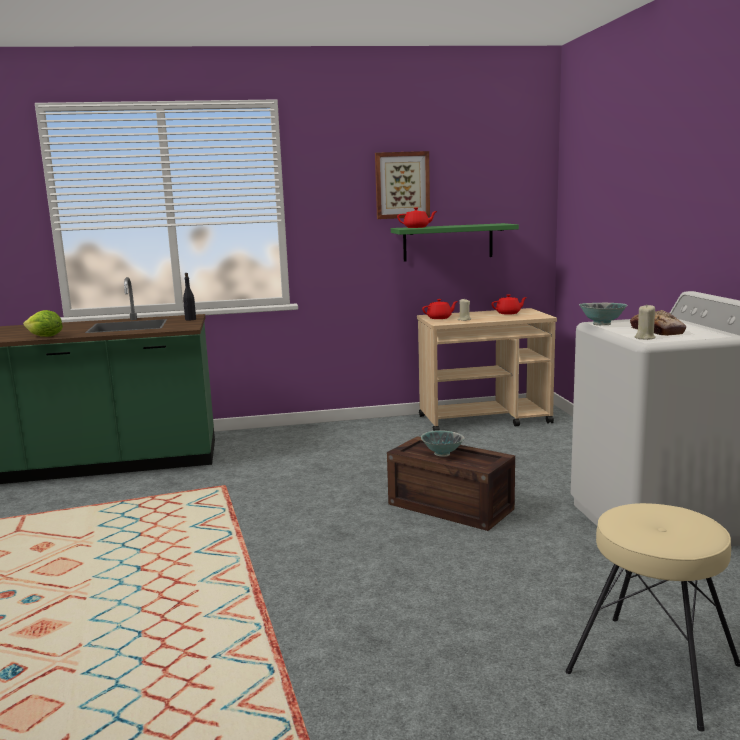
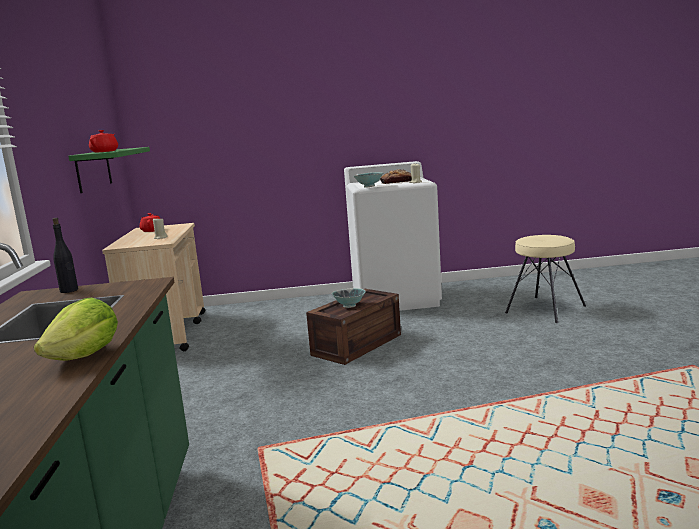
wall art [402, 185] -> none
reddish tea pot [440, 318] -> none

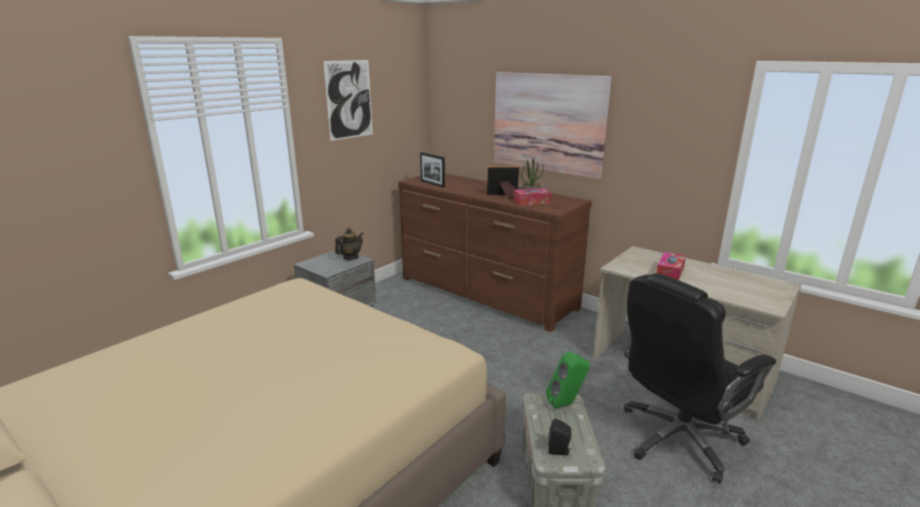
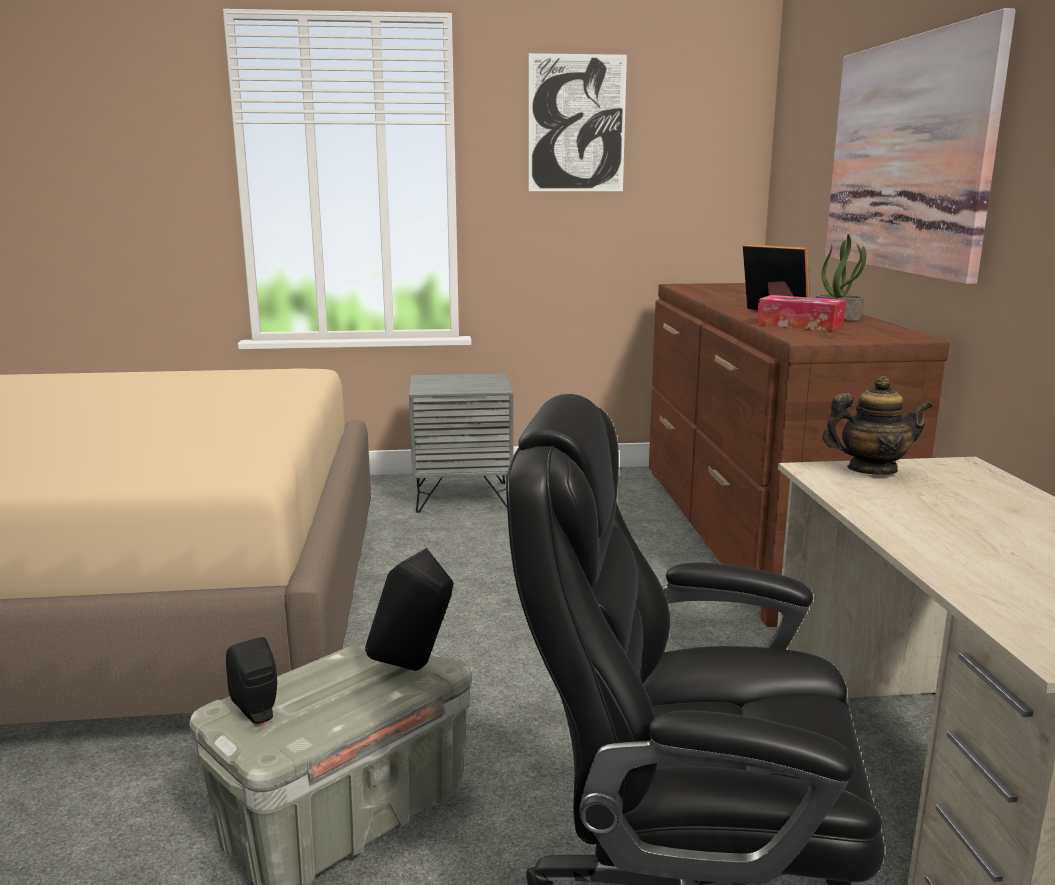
picture frame [432, 184] -> none
tissue holder [670, 272] -> none
tea pot [350, 257] -> tea pot [871, 470], shifted
greenish audio speaker [566, 404] -> black audio speaker [415, 669]

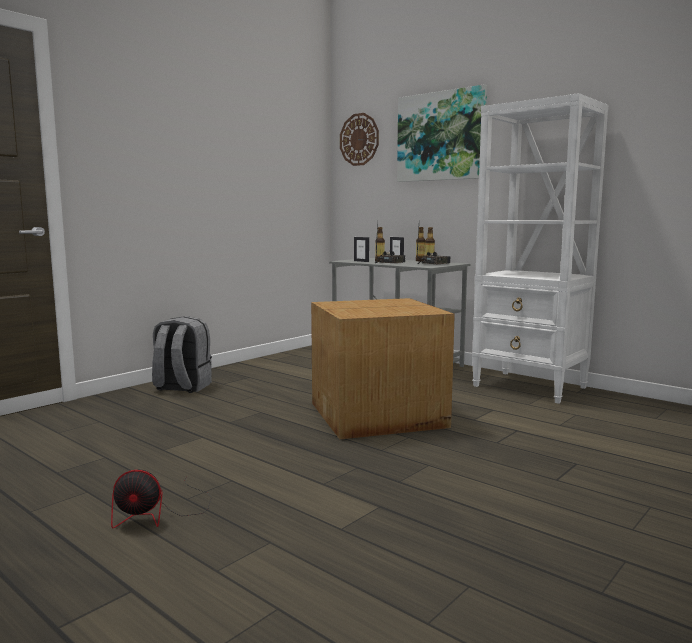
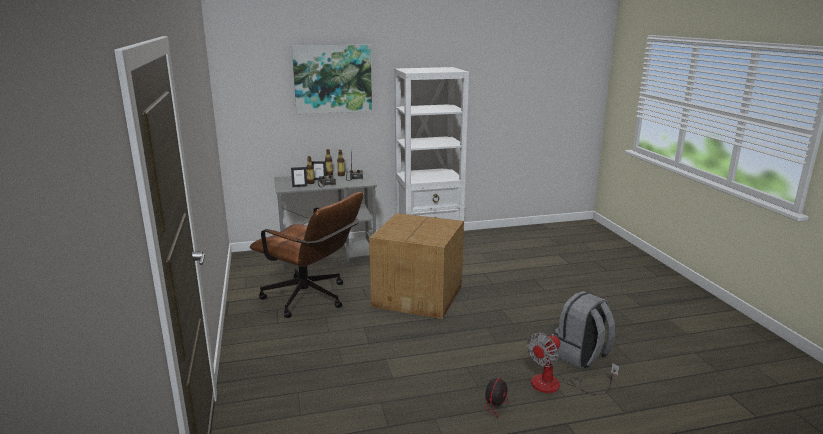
wall clock [359, 139] -> none
none -> brown-coloured desk chair [311, 299]
none -> electric fan [556, 385]
gray rucksack [182, 387] -> gray rucksack [581, 356], shifted

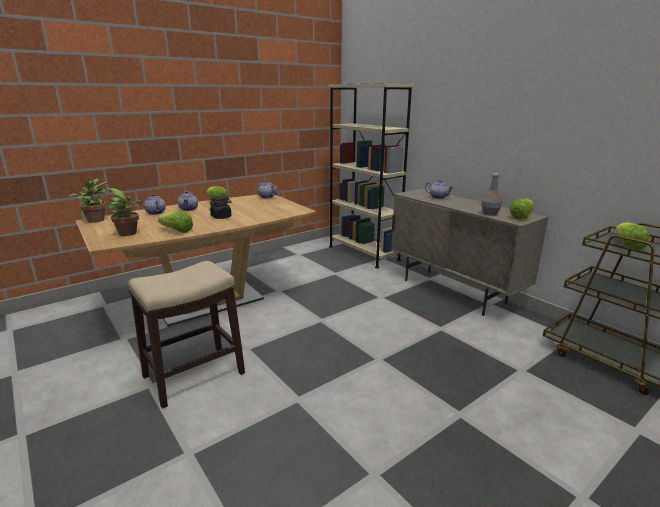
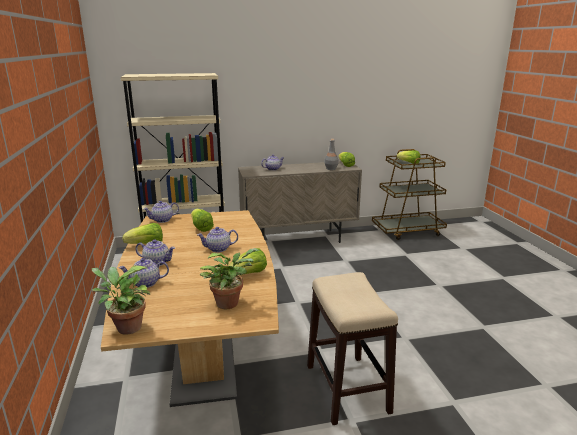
none -> head of lettuce [201, 228]
black storage jar [221, 217] -> tea pot [218, 249]

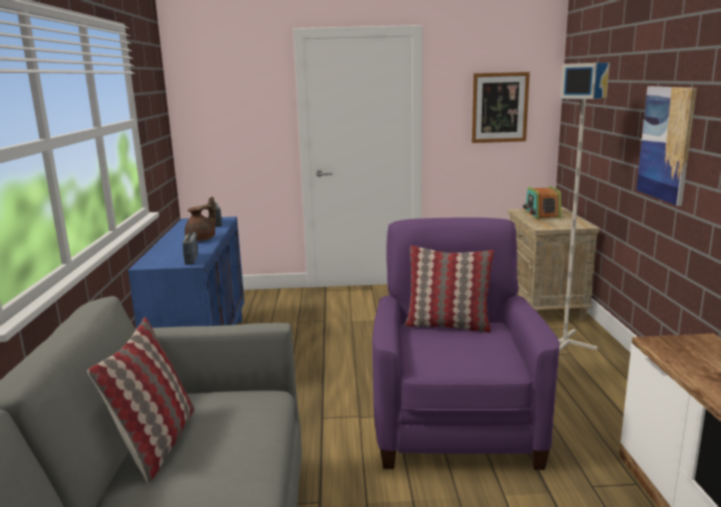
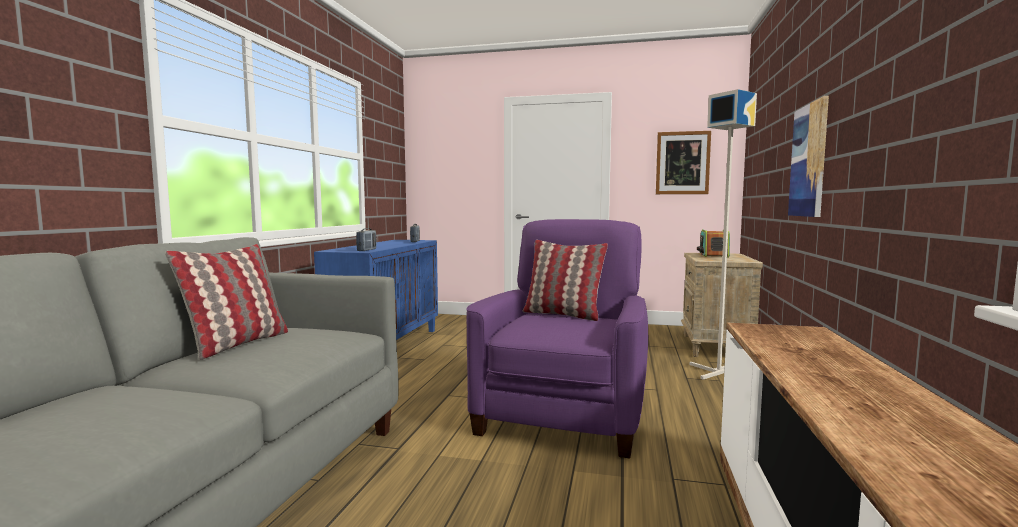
brown-coloured tea pot [202, 239] -> none

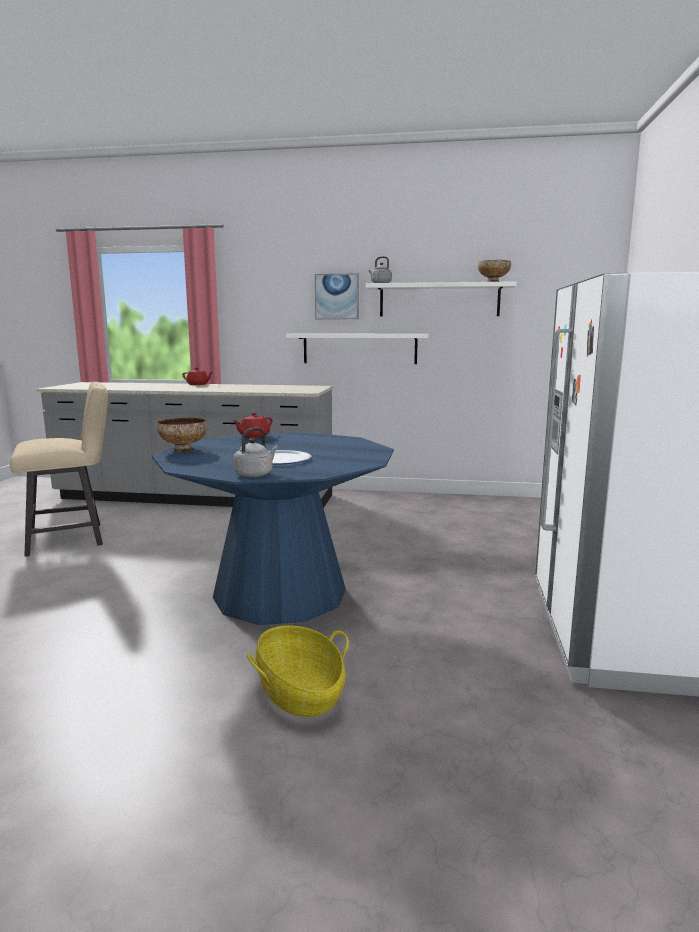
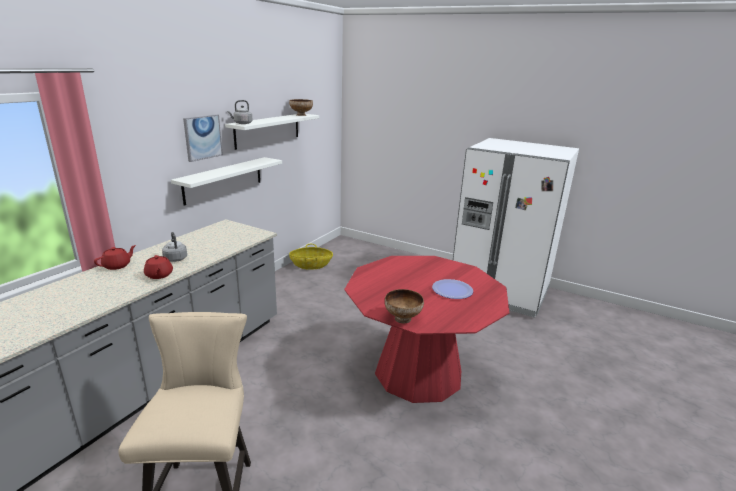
reddish tea pot [253, 436] -> reddish tea pot [159, 275], shifted
gray water kettle [255, 474] -> gray water kettle [175, 258], shifted
basket [300, 693] -> basket [311, 265], shifted
blue kitchen table [280, 593] -> reddish kitchen table [418, 372]

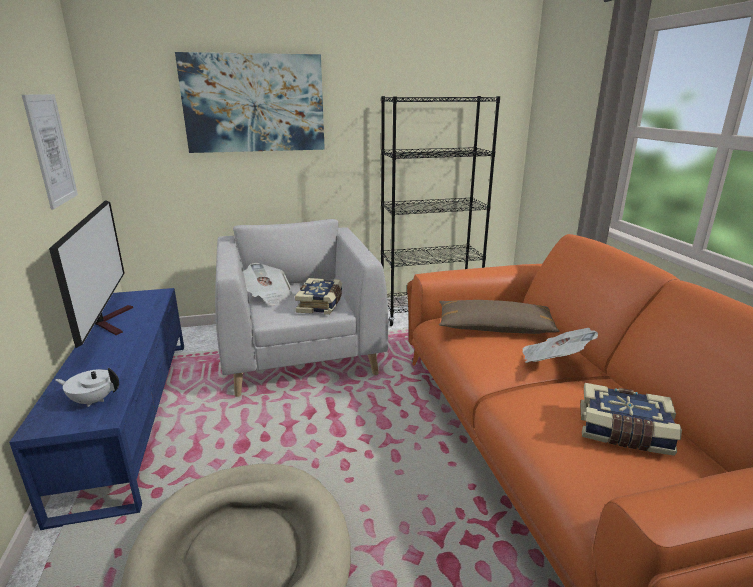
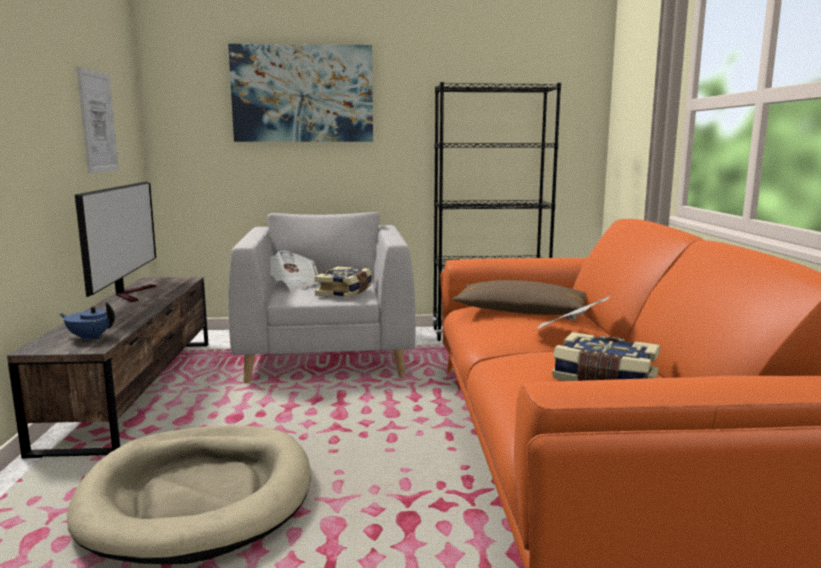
blue tv stand [132, 413] -> brown-coloured tv stand [137, 388]
white tea pot [93, 400] -> blue tea pot [90, 337]

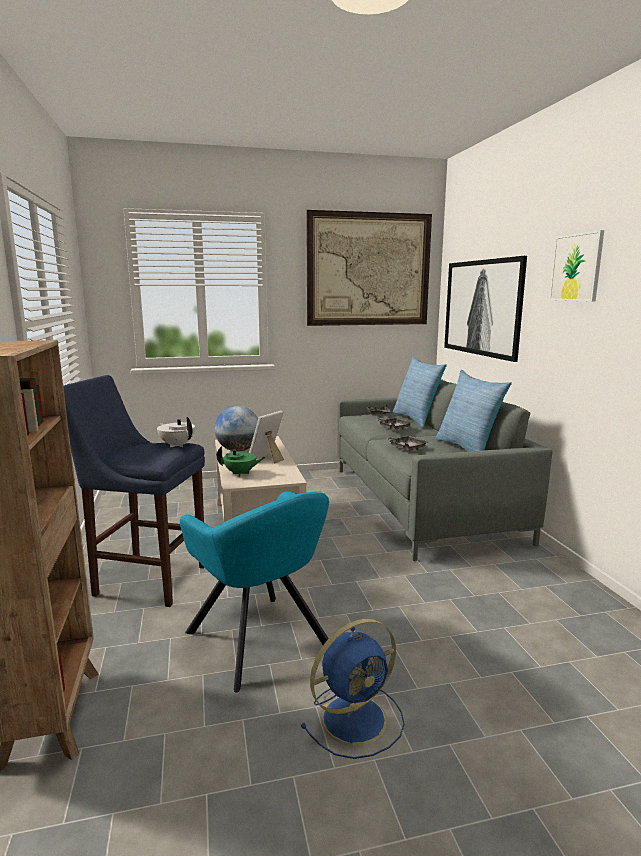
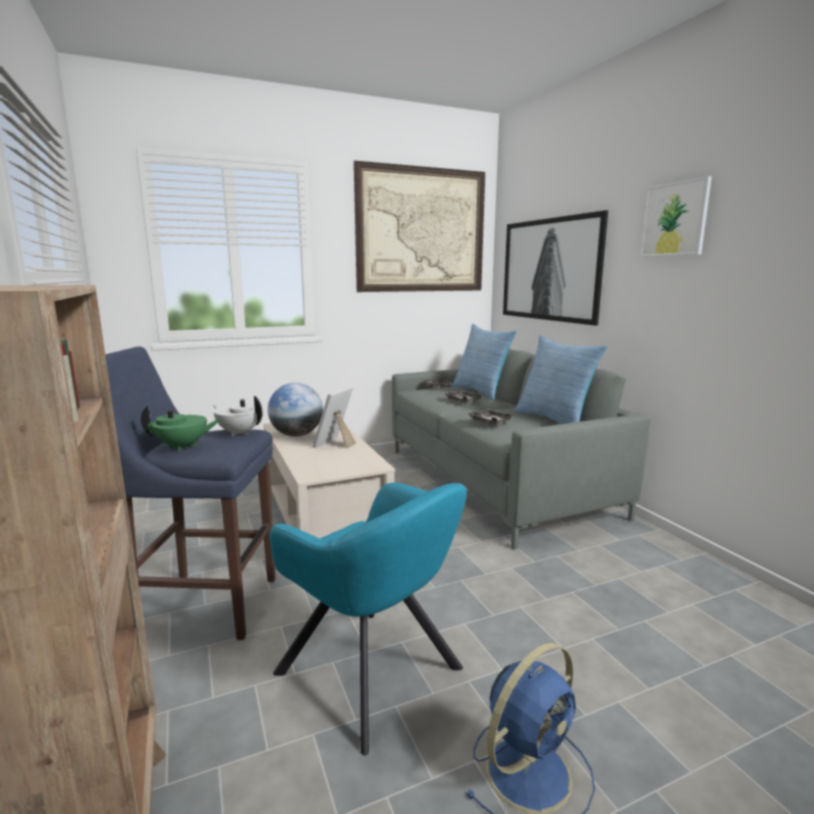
greenish tea pot [240, 473] -> greenish tea pot [183, 447], shifted

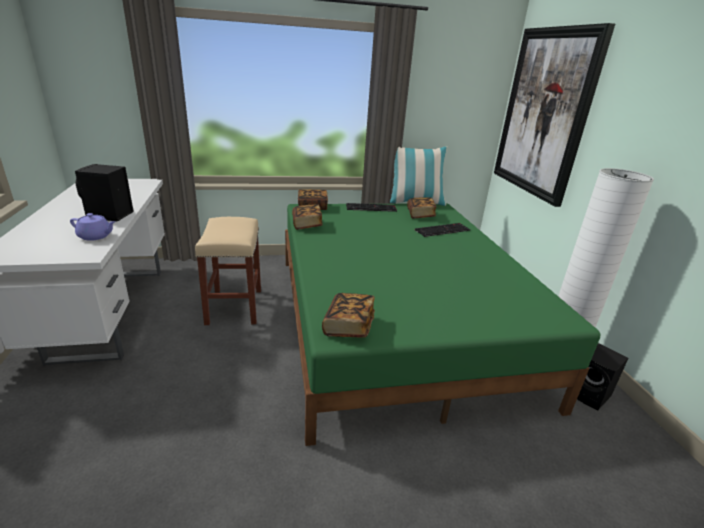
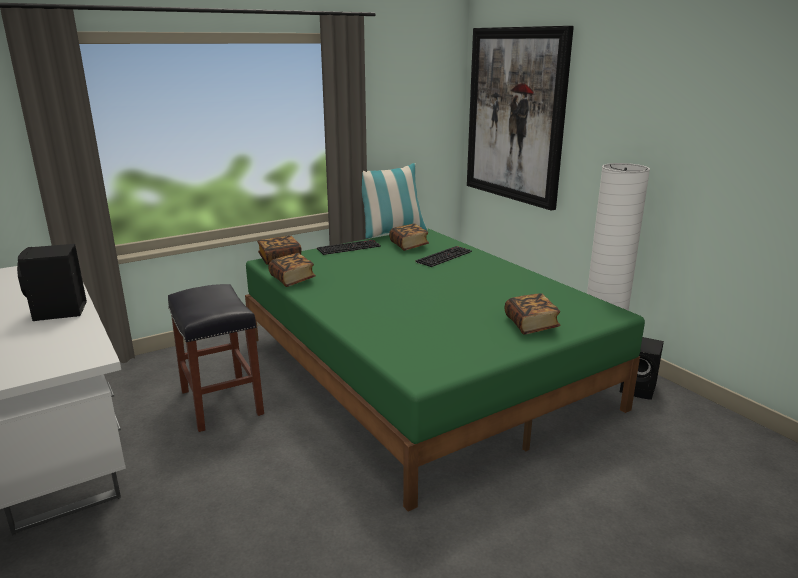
purplish tea pot [96, 236] -> none
volume [348, 326] -> volume [531, 325], shifted
beige-coloured stool [235, 307] -> black stool [222, 403]

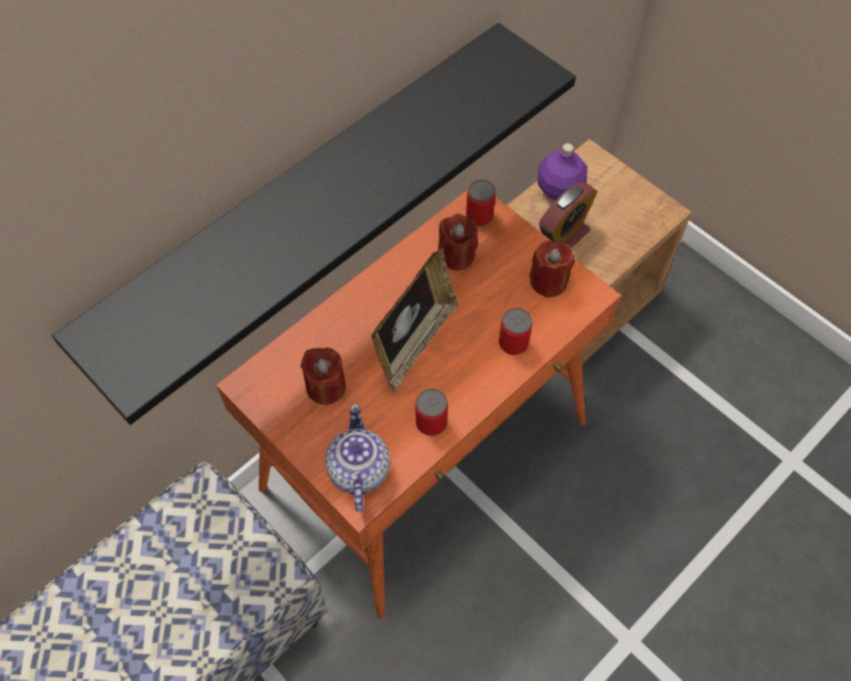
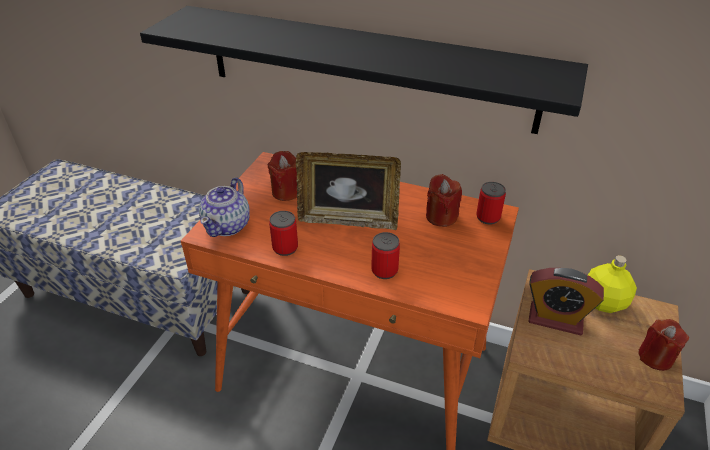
reddish candle [548, 281] -> reddish candle [655, 357], shifted
purplish beverage bottle [560, 189] -> yellowish beverage bottle [604, 302]
tea pot [358, 471] -> tea pot [228, 225], 135 degrees clockwise

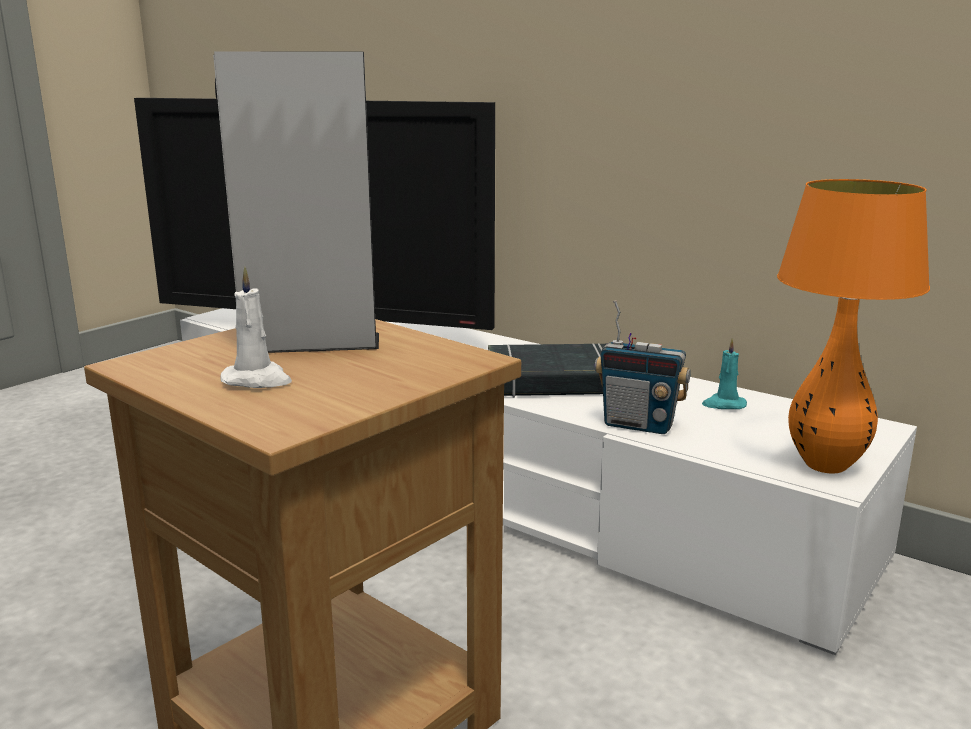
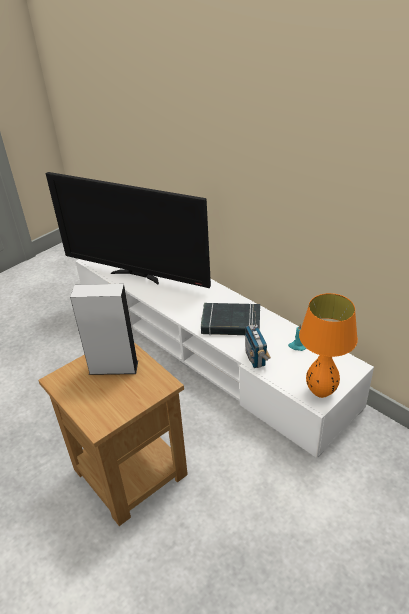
white candle [258, 380] -> none
radio set [638, 425] -> radio set [256, 359], 45 degrees clockwise

